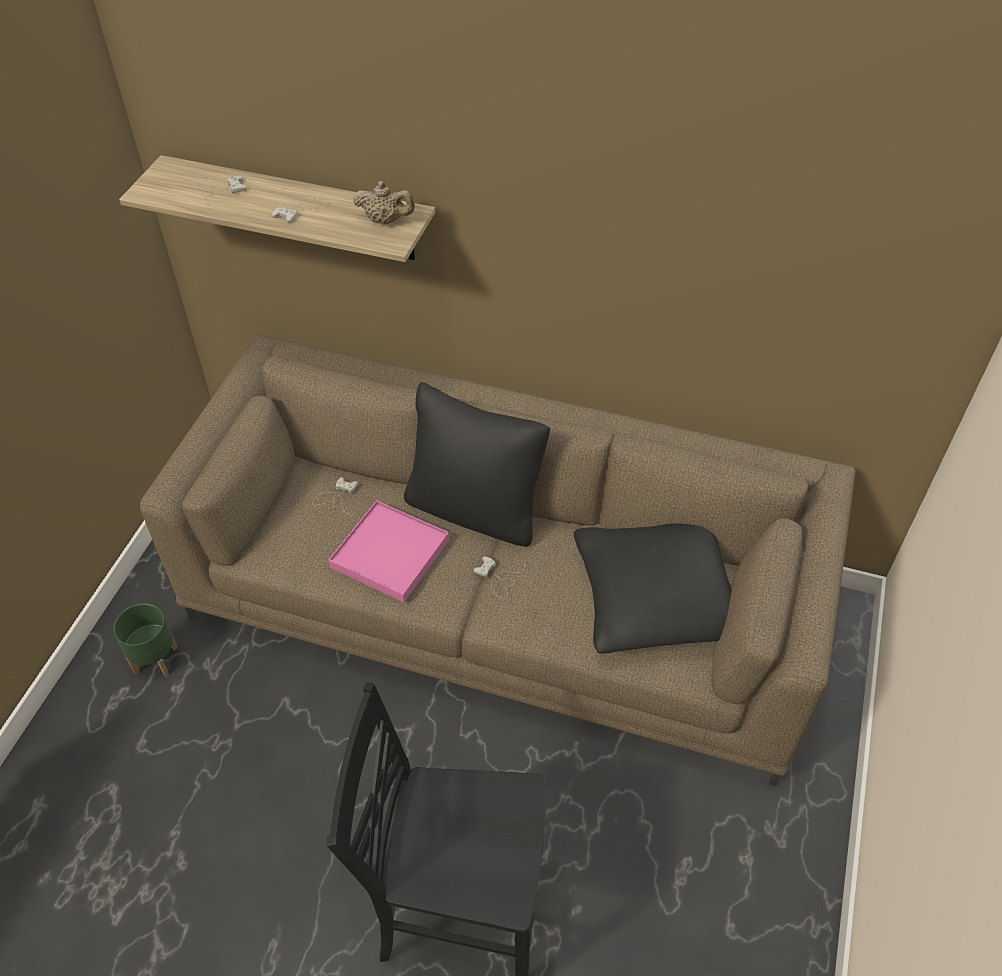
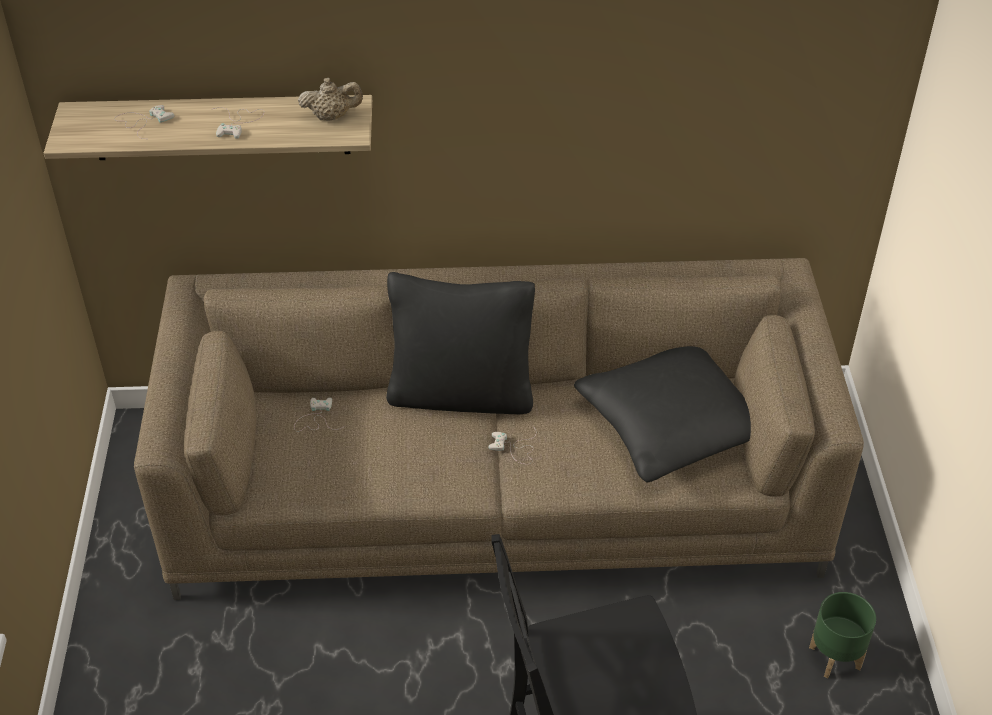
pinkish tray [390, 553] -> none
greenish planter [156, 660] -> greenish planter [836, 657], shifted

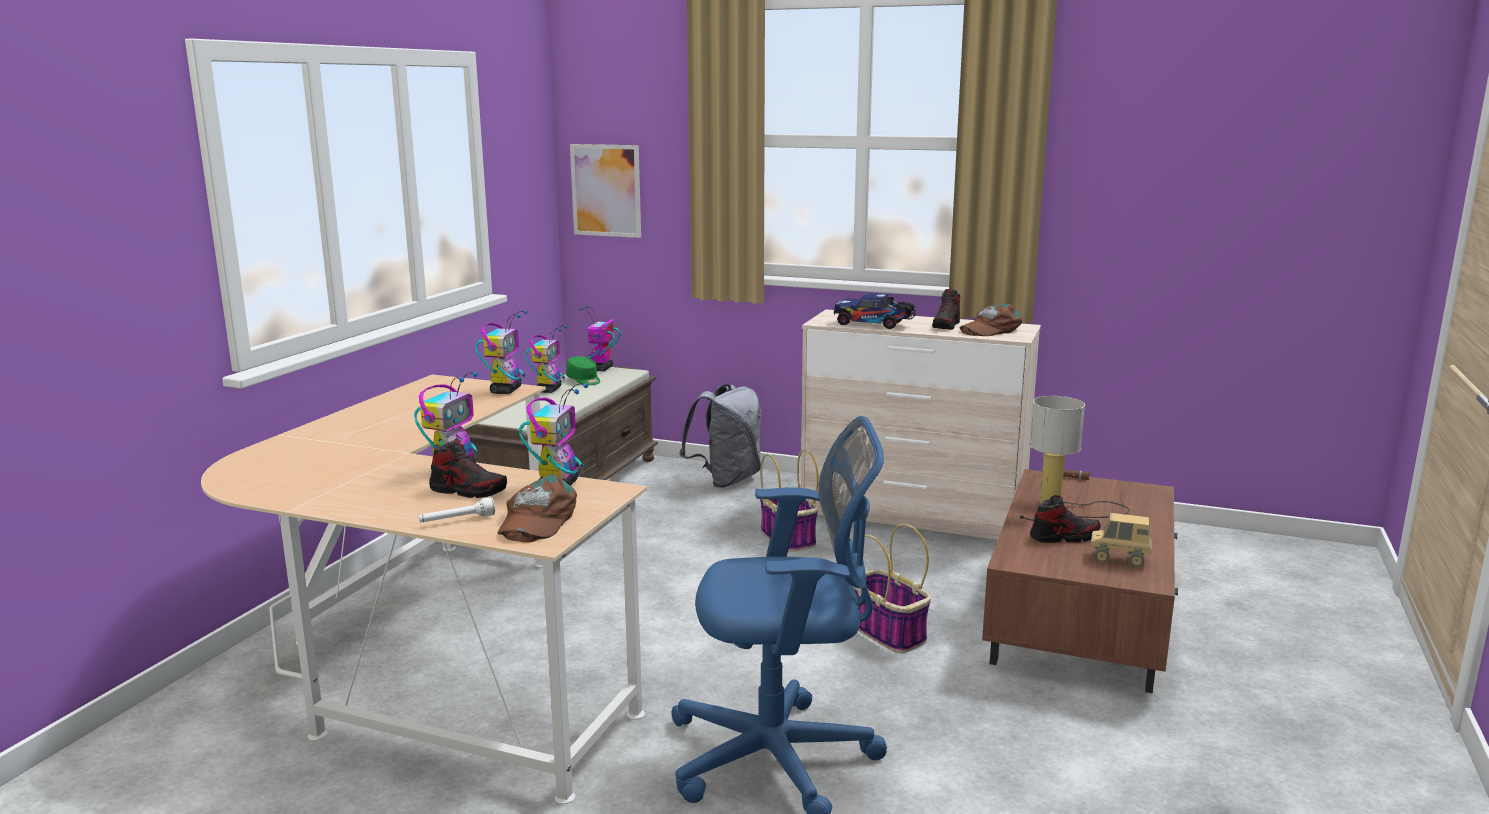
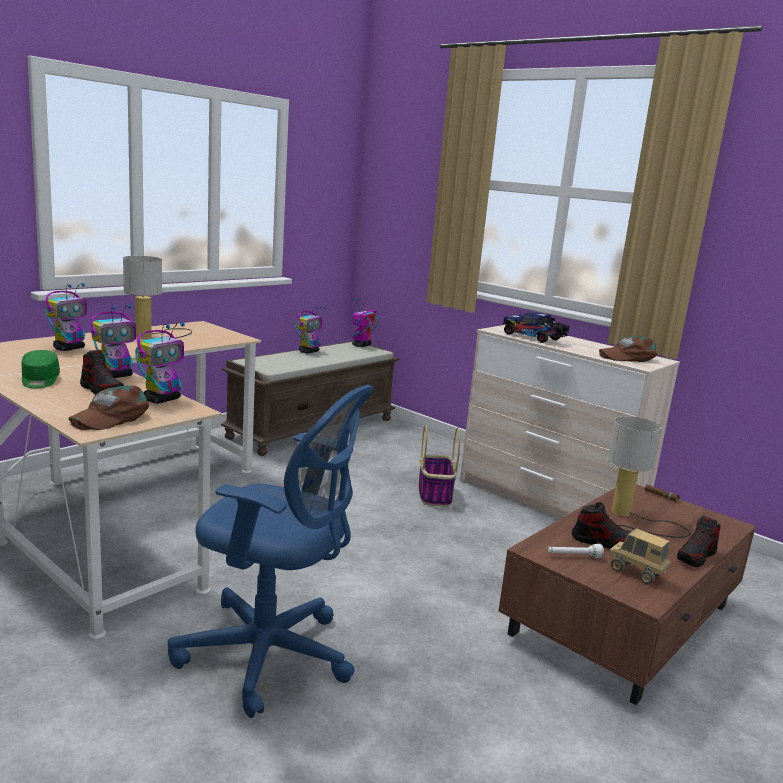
wall art [606, 190] -> none
gray rucksack [726, 480] -> none
basket [889, 633] -> none
none -> table lamp [154, 336]
white torch [457, 520] -> white torch [574, 556], shifted
toy robot [506, 390] -> toy robot [69, 348], shifted
greenish cap [584, 380] -> greenish cap [40, 380], shifted
shoe [946, 326] -> shoe [696, 556], shifted

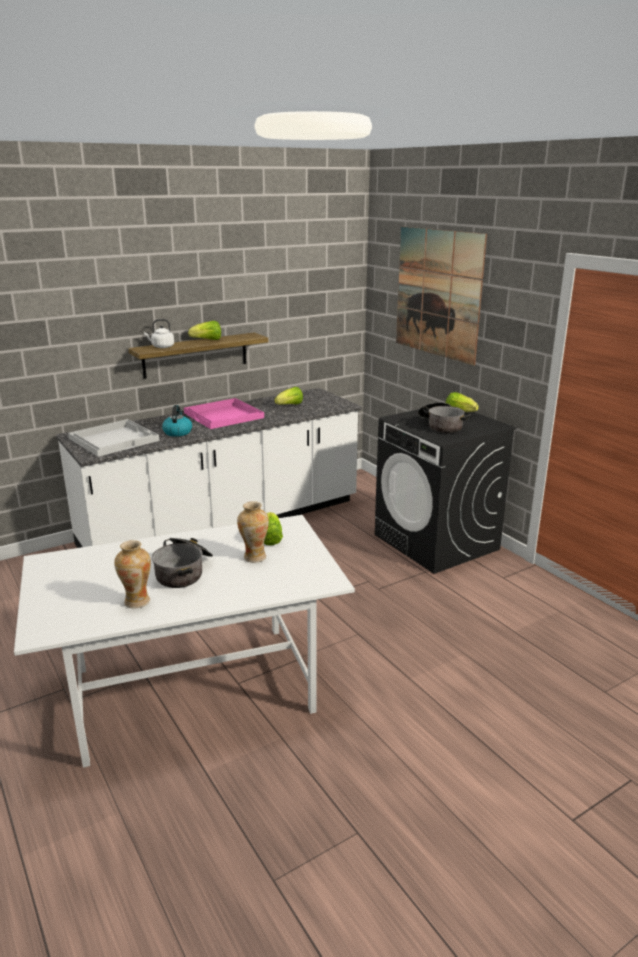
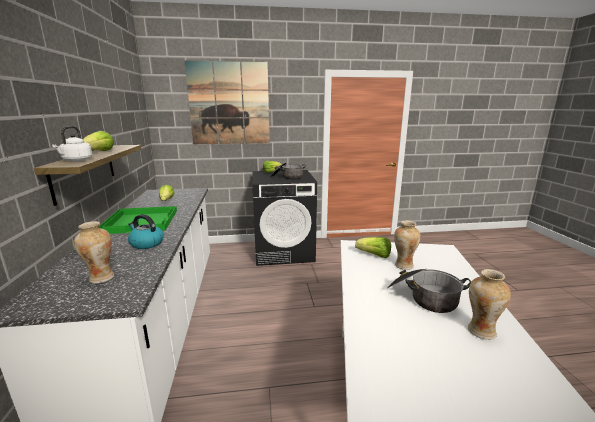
white tray [114, 439] -> vase [101, 278]
pinkish tray [224, 415] -> greenish tray [142, 221]

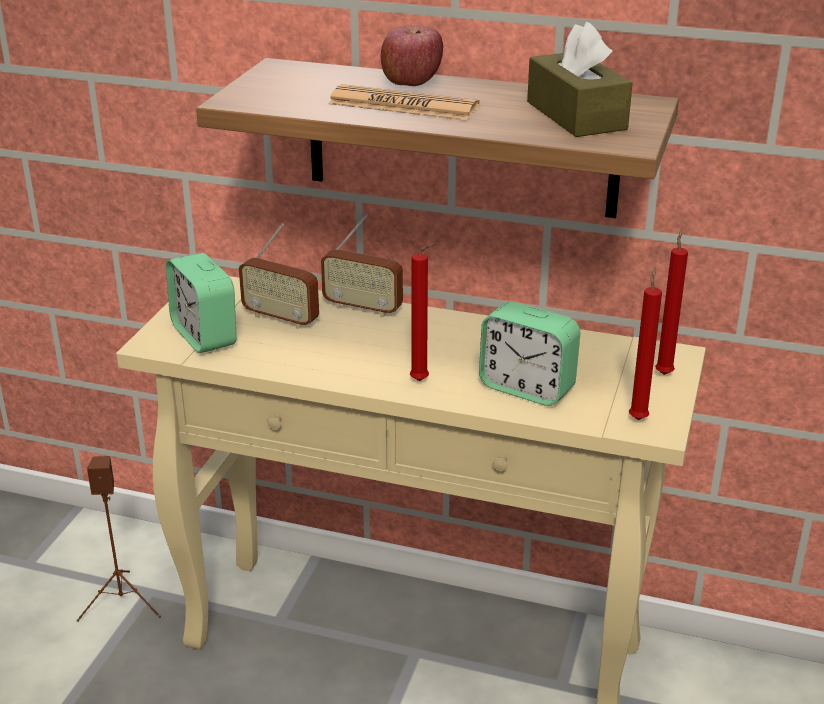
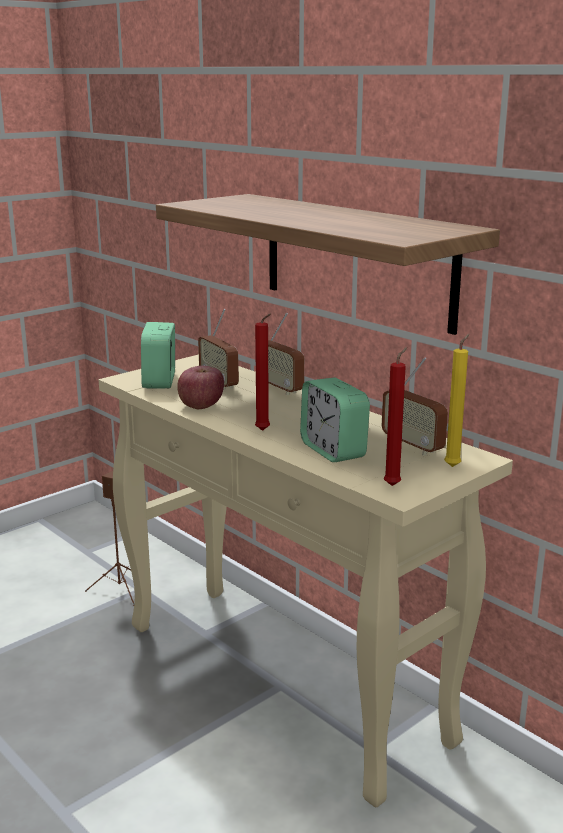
daily paper [403, 105] -> none
brown-coloured tissue holder [576, 115] -> none
none -> radio set [412, 446]
whole apple [411, 82] -> whole apple [201, 406], shifted
reddish candle [664, 373] -> yellowish candle [454, 466]

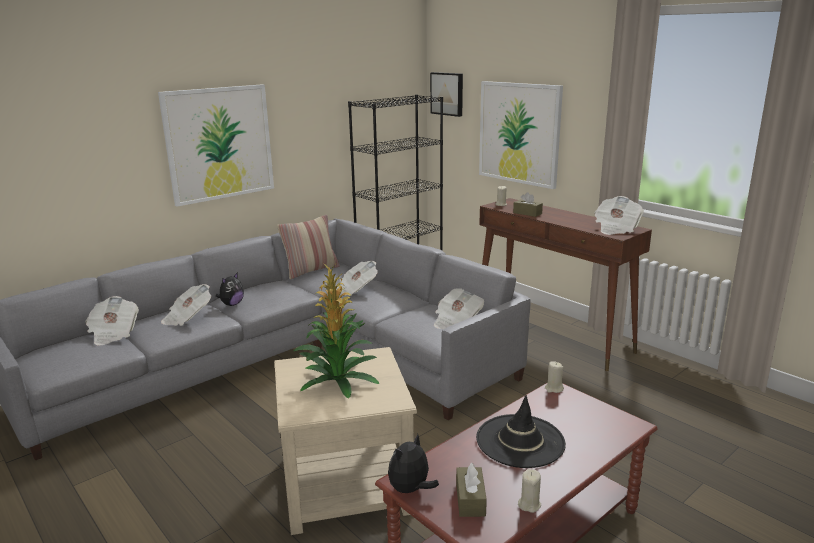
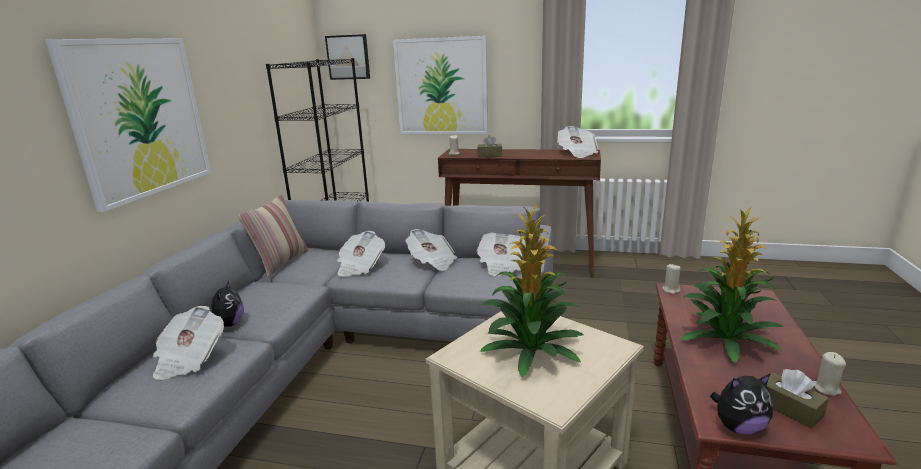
daily paper [113, 333] -> daily paper [432, 262], shifted
black clothing hat [520, 441] -> houseplant [726, 340]
cuddly toy [410, 490] -> cuddly toy [738, 427], 105 degrees counterclockwise

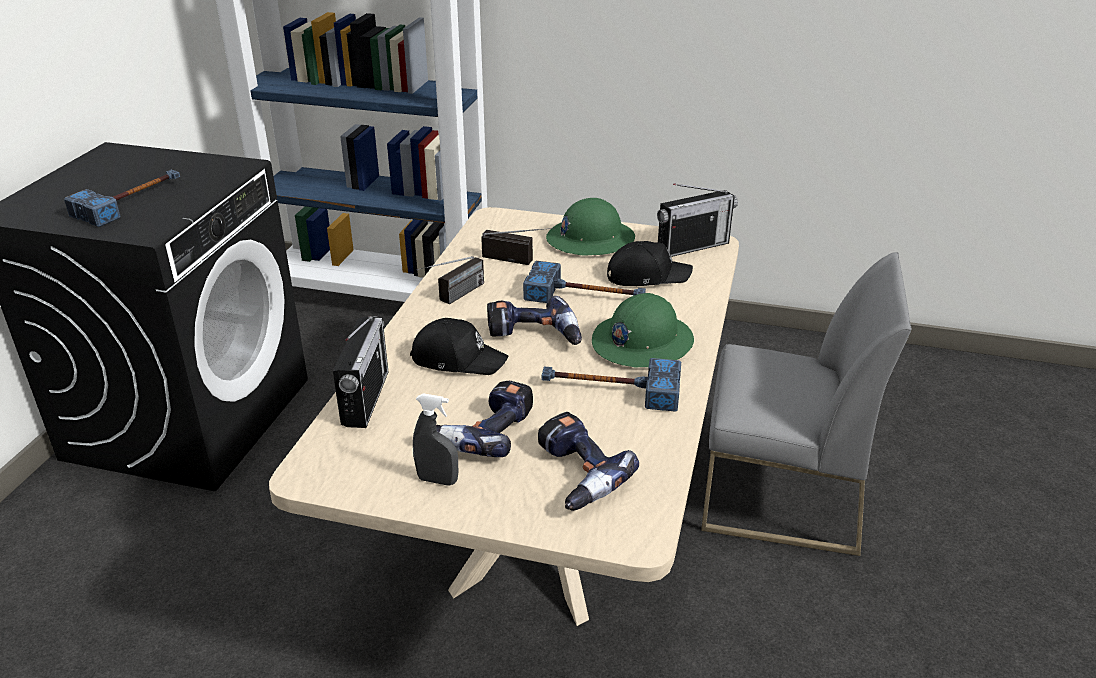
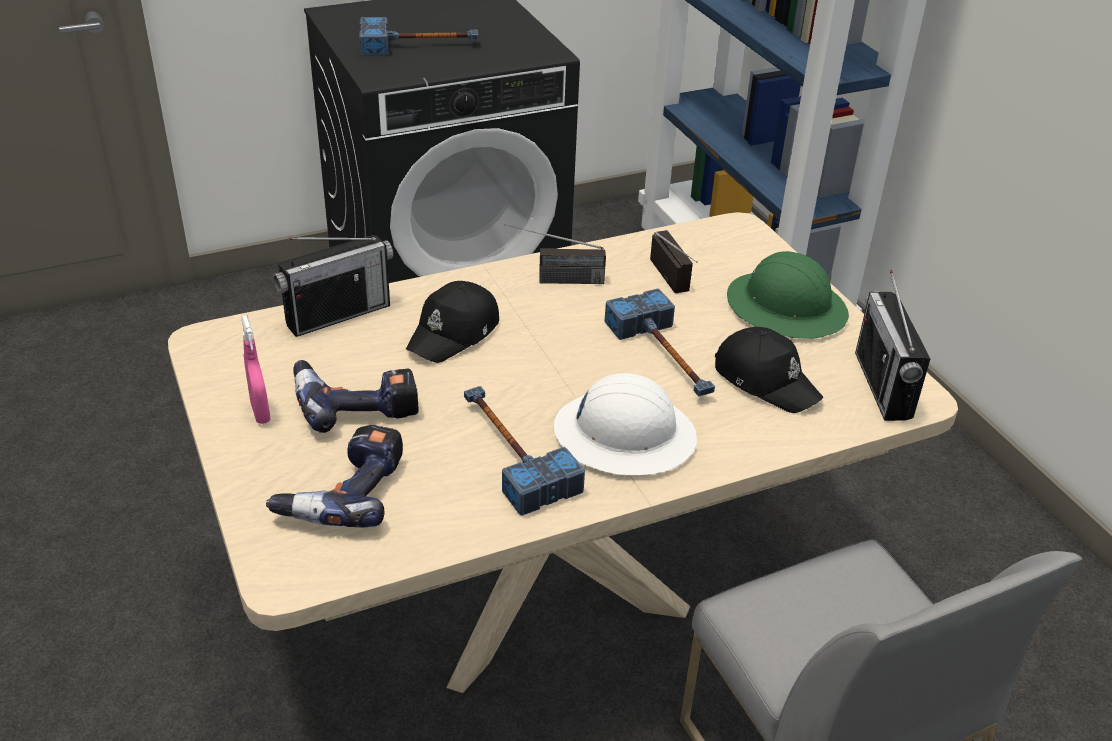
electric drill [533, 337] -> none
gray sprayer [437, 480] -> pinkish sprayer [260, 412]
greenish hard hat [641, 342] -> white hard hat [624, 435]
black cap [458, 359] -> black cap [454, 333], 60 degrees clockwise
radio set [693, 246] -> radio set [882, 385], 60 degrees clockwise

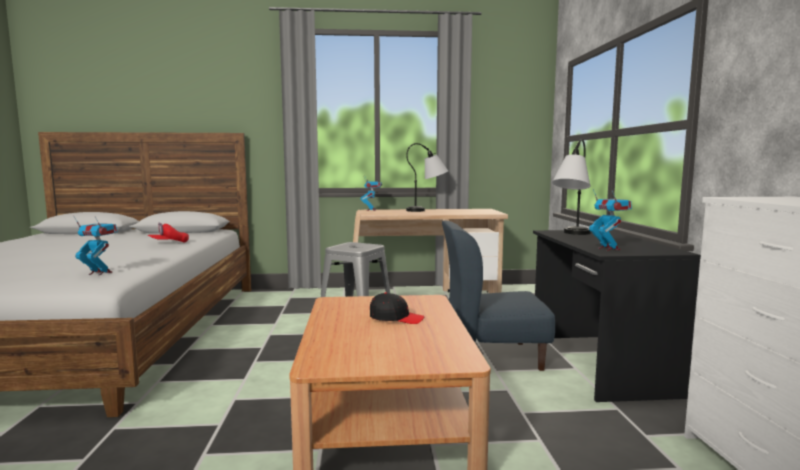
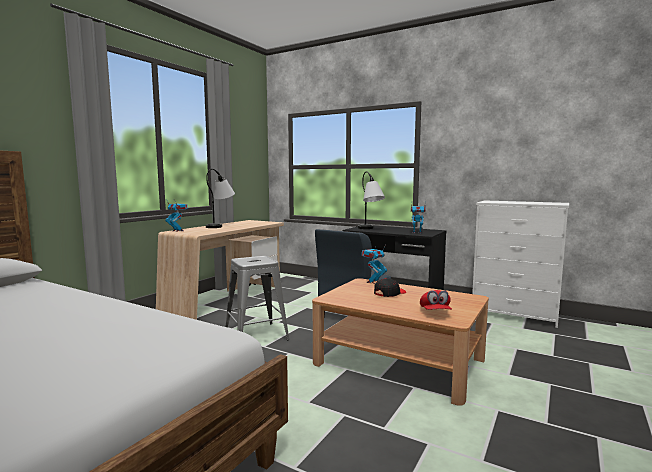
toy robot [100, 273] -> toy robot [373, 282], shifted
reddish cap [169, 243] -> reddish cap [435, 312], shifted

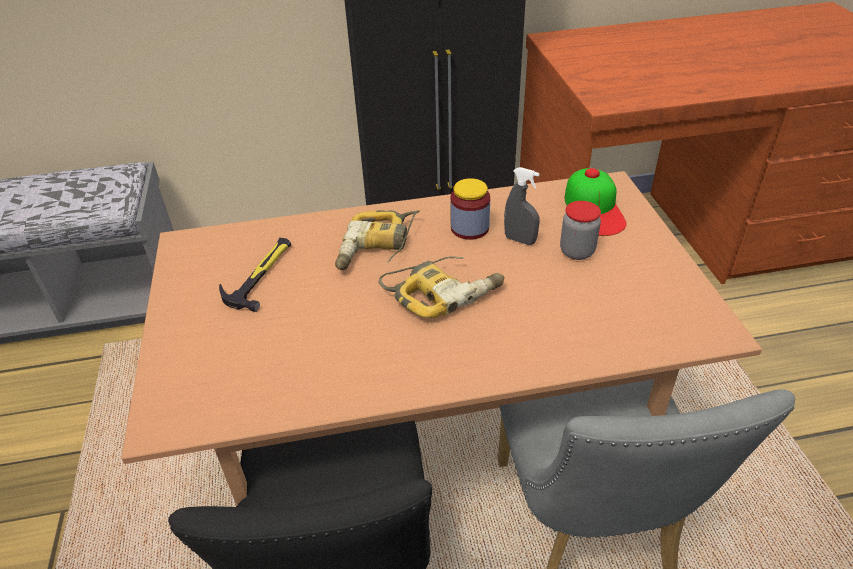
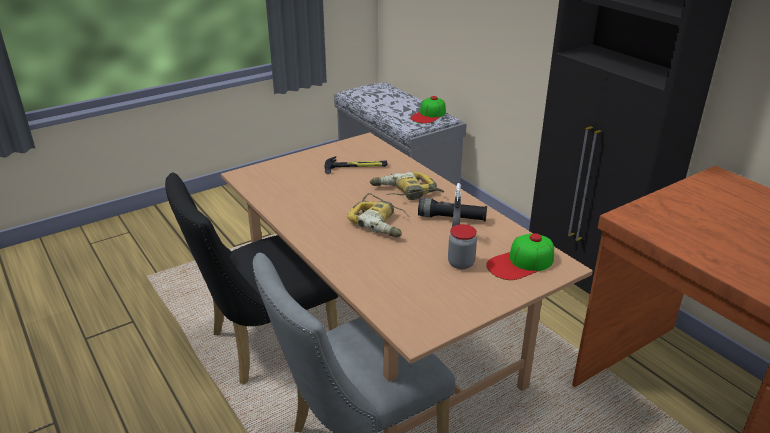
none -> cap [428, 115]
storage jar [469, 228] -> black torch [452, 218]

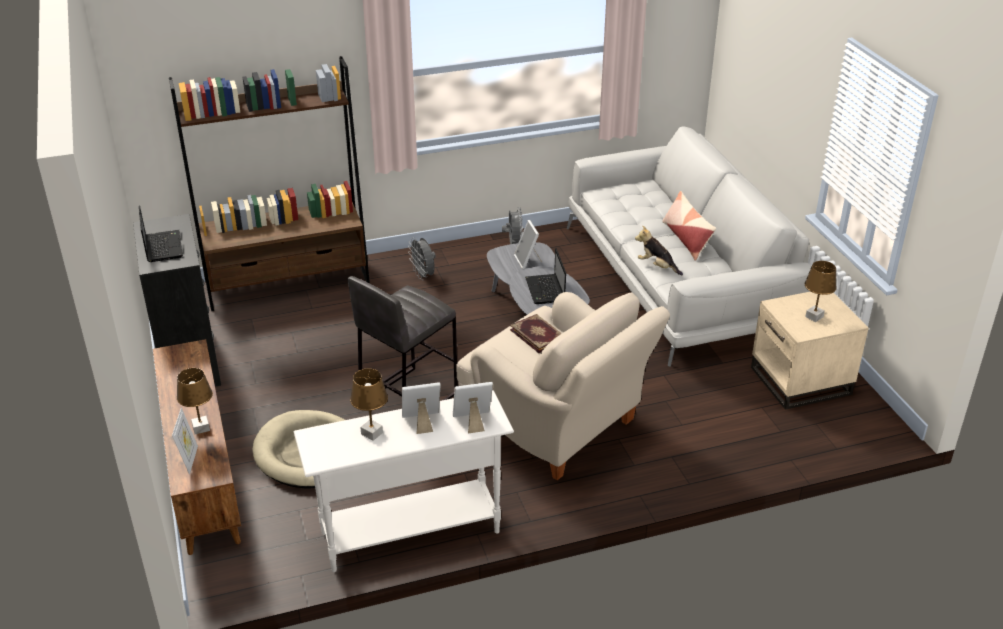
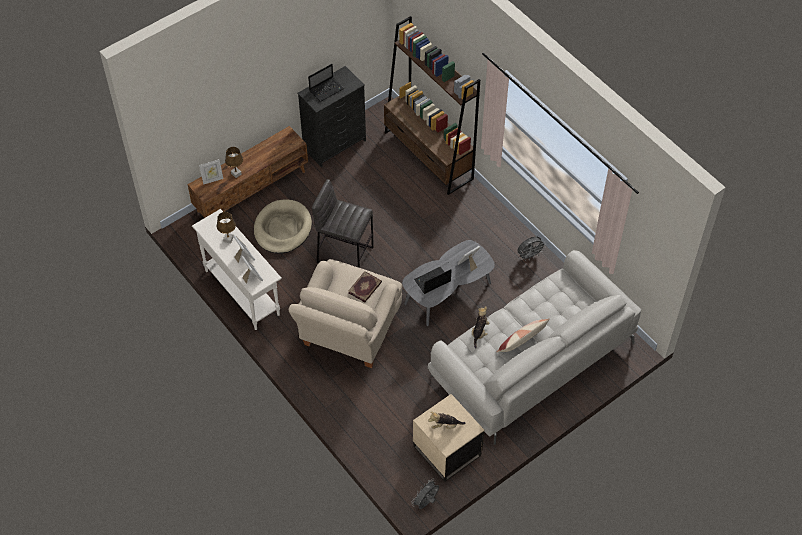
gray electric fan [423, 276] -> gray electric fan [426, 502], shifted
brown-coloured table lamp [814, 316] -> cuddly toy [445, 425]

